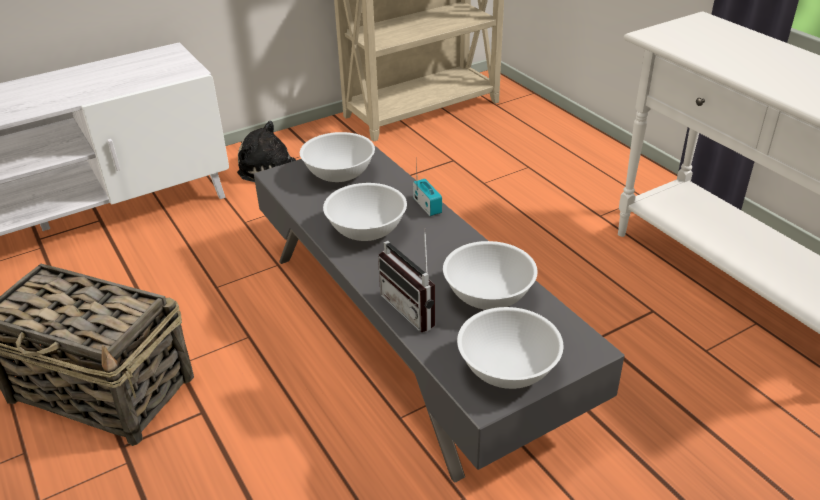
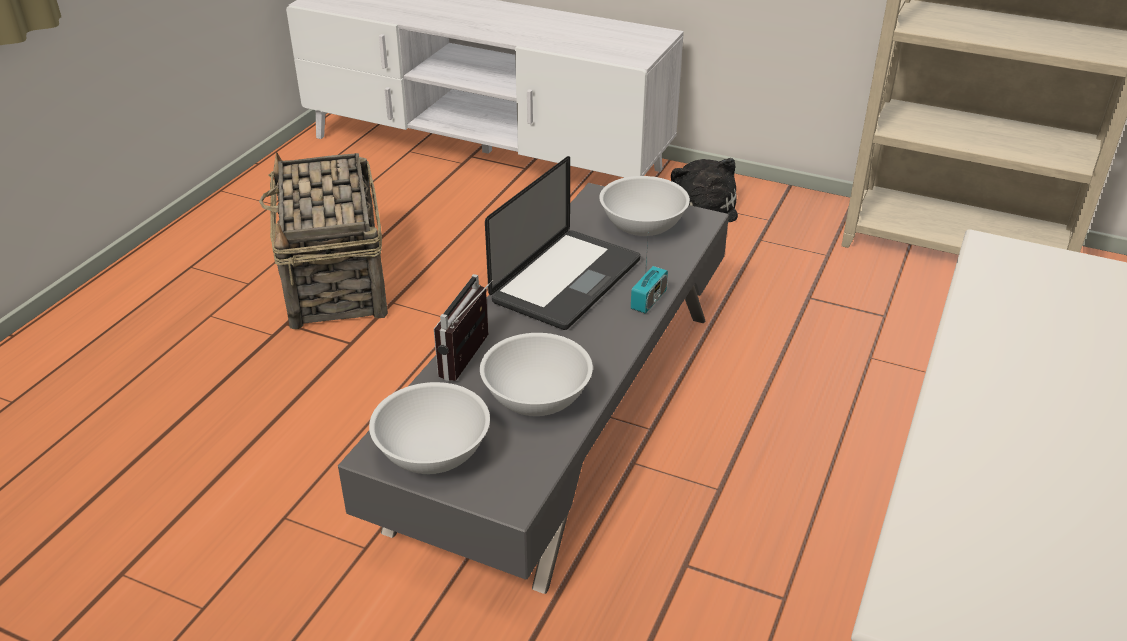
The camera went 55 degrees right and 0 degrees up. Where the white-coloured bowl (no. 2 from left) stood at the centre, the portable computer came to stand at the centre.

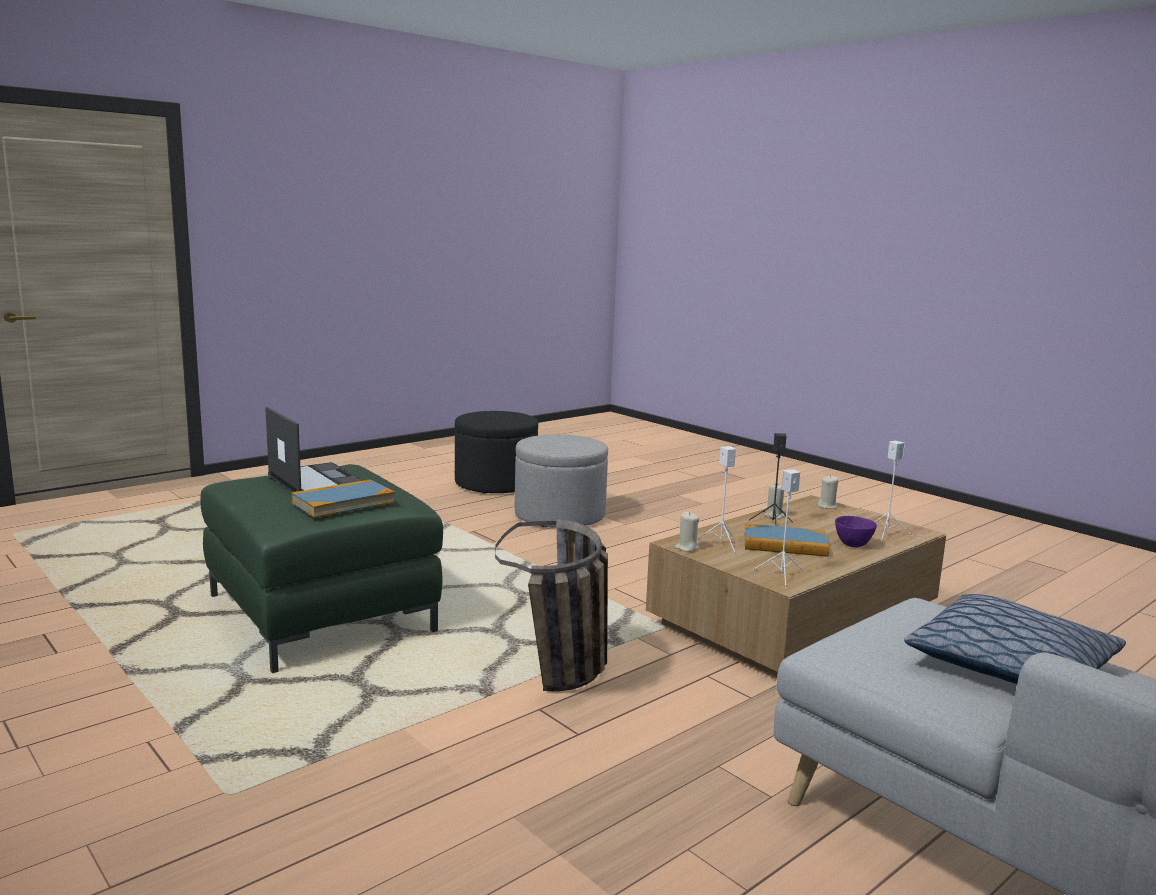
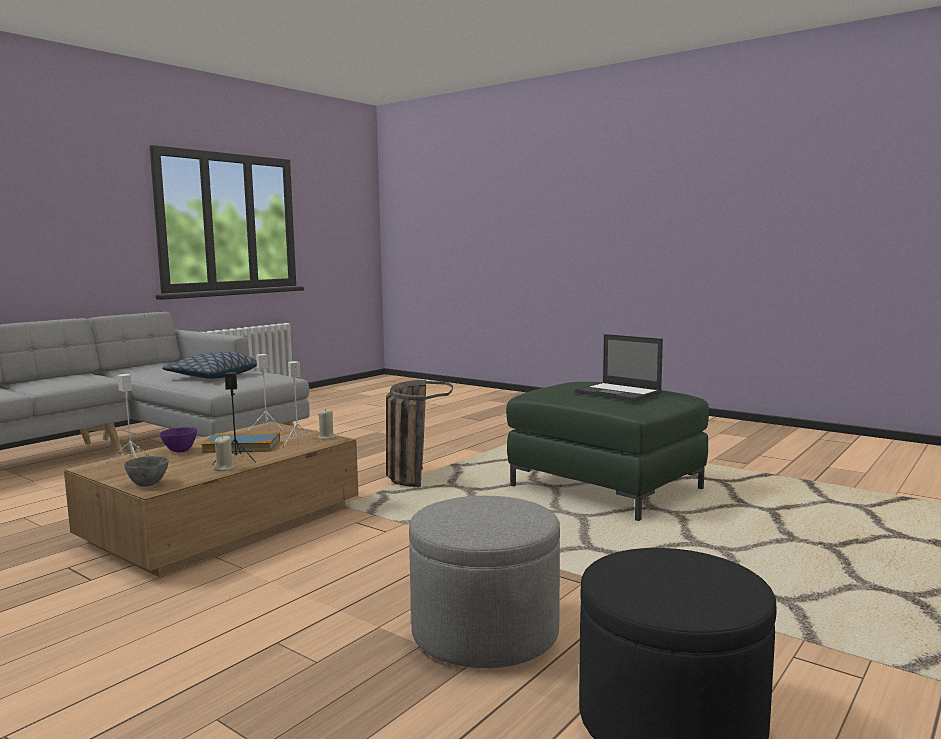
The camera went 170 degrees right and 5 degrees down. Where the sand-coloured wax candle (no. 3 from left) stood at the middle right, the greyish bowl came to stand at the middle left. The second view lost the bound book (no. 1 from left) at the middle left.

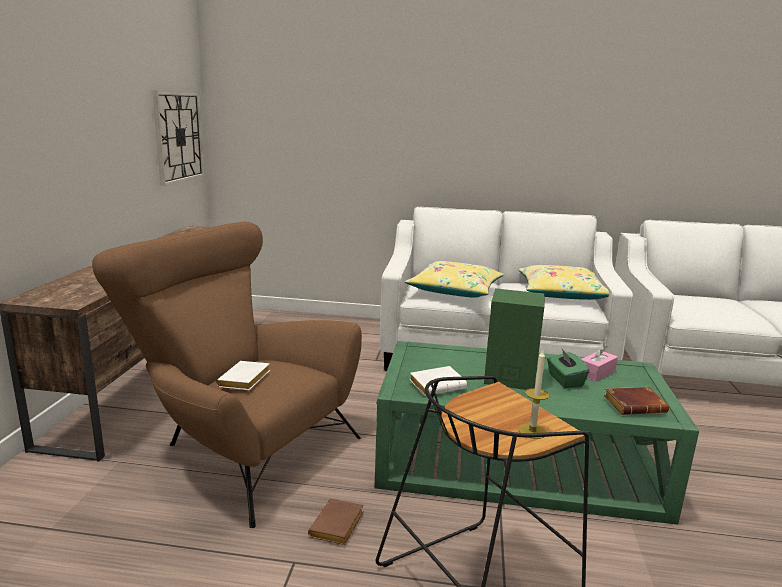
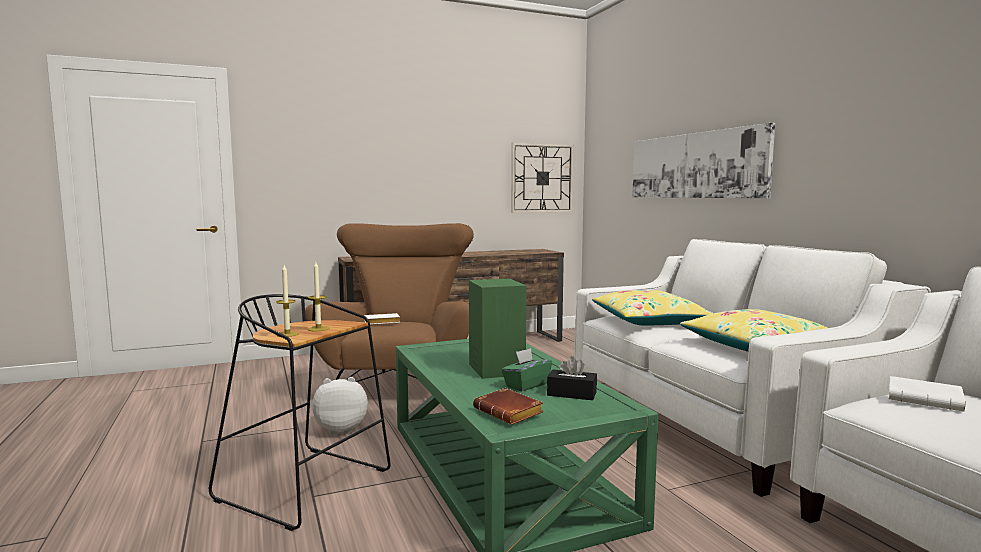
The camera went 60 degrees right and 10 degrees down. What was the pink tissue box at the middle right turned into the black-coloured tissue box at the bottom centre. The white-coloured bound book (no. 2 from left) ended up elsewhere, having gone from the centre to the bottom right. Where the brown bound book (no. 1 from left) stood at the bottom centre, the plush toy came to stand at the bottom centre. The second view gained the wall art at the top right. The second view gained the wax candle (no. 2 from left) at the middle left.

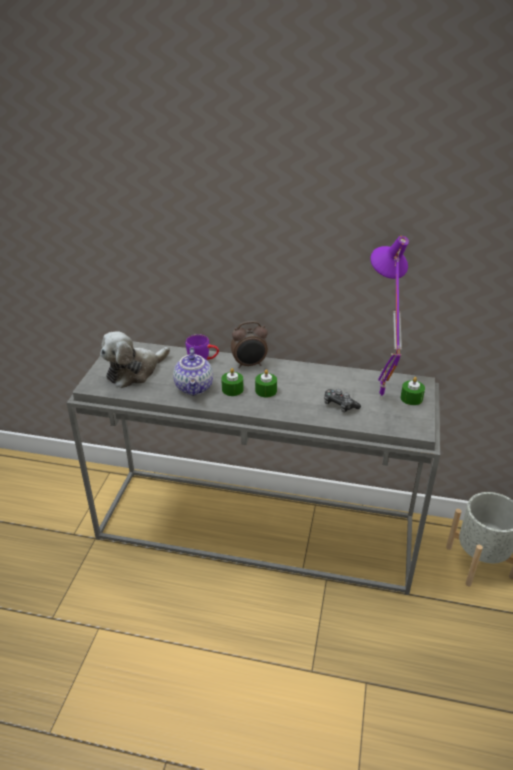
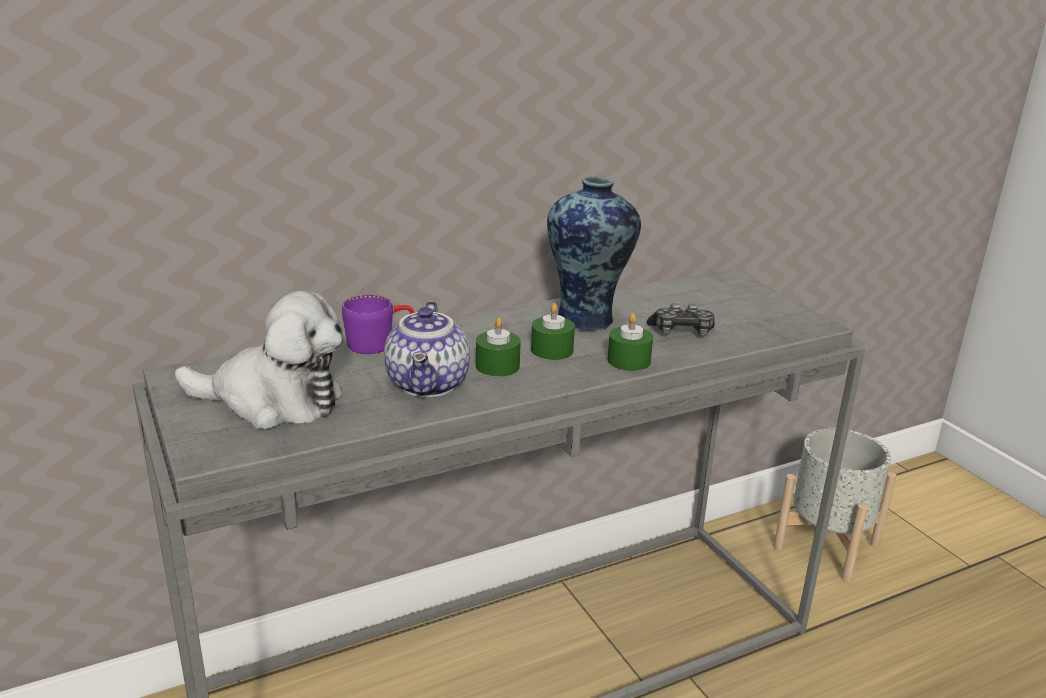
The camera went 40 degrees left and 10 degrees down. The second view lost the purplish lamp for a table at the middle right. The second view lost the bedside clock at the centre. The plush toy at the middle left ended up facing another way, 90 degrees counterclockwise from before. The tea pot at the centre ended up facing another way, 45 degrees clockwise from before. The green-coloured wax candle (no. 3 from left) ended up elsewhere, having gone from the middle right to the centre. The second view gained the vase at the centre.

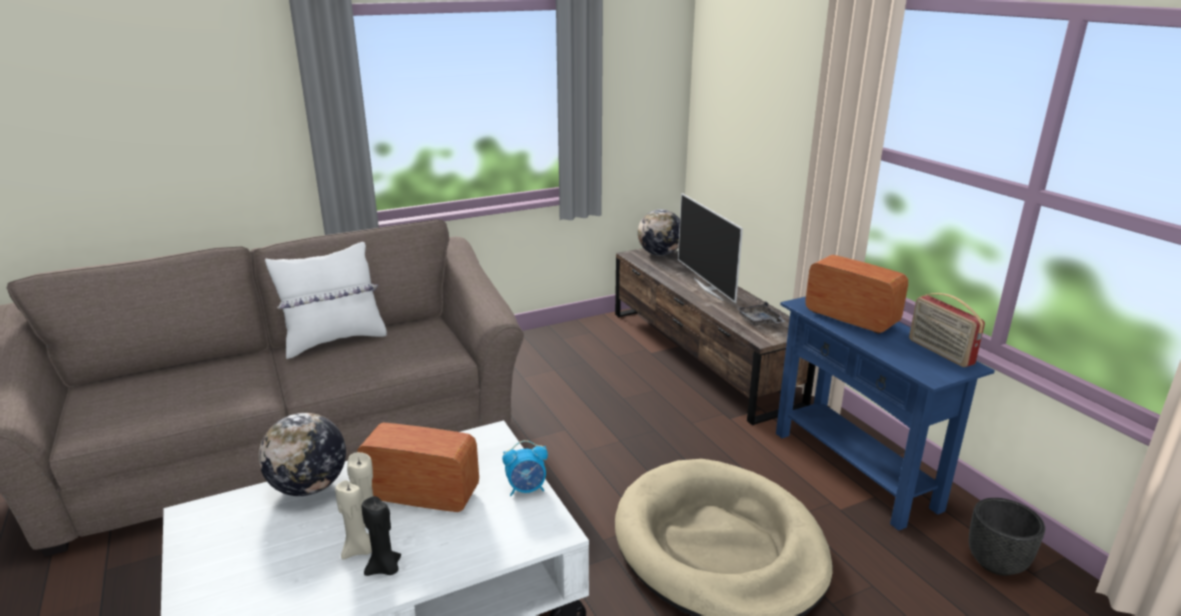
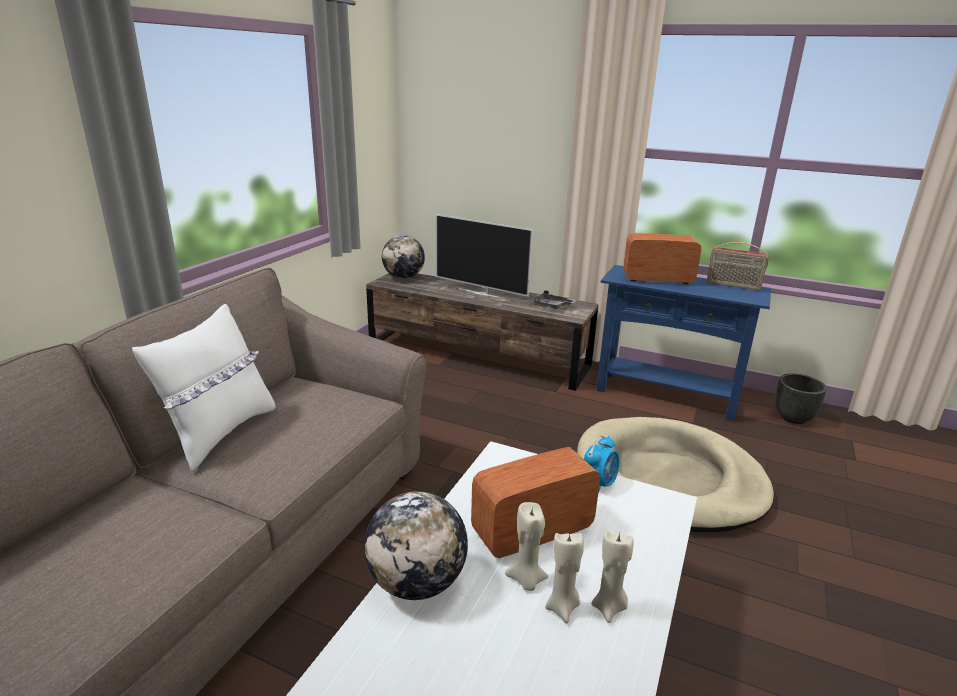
The camera went 40 degrees left and 0 degrees up. What was the black-coloured wax candle at the bottom left turned into the sand-coloured wax candle (no. 3 from left) at the bottom centre.

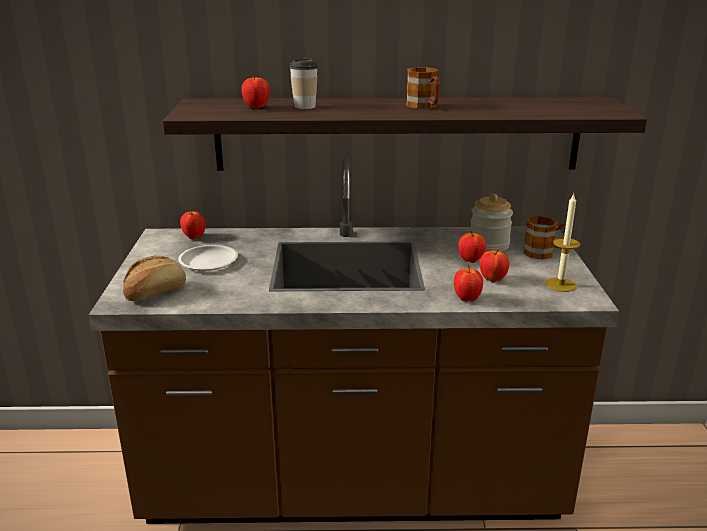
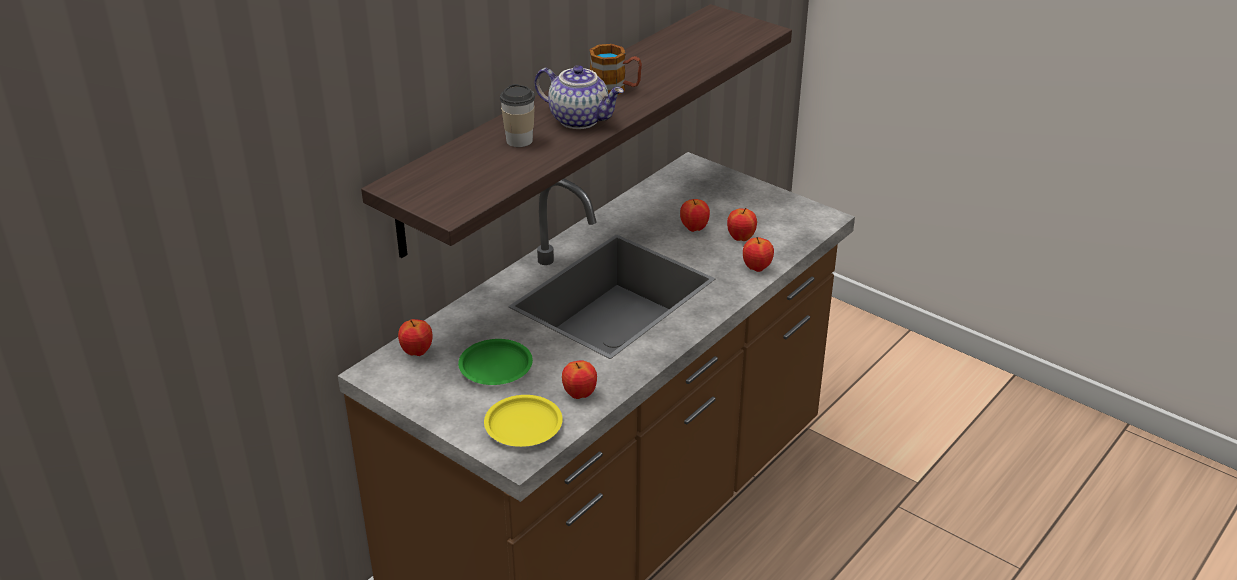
The camera went 50 degrees left and 10 degrees up. The apple fruit (no. 2 from left) ended up elsewhere, having gone from the top centre to the centre. The second view lost the preserve jar at the middle right. The second view lost the wax candle at the middle right. The second view lost the mug (no. 2 from left) at the middle right. What was the white-coloured dinner plate at the middle left turned into the green-coloured dinner plate at the centre. Where the bread stood at the middle left, the yellowish dinner plate came to stand at the bottom centre. The second view gained the tea pot at the top centre.

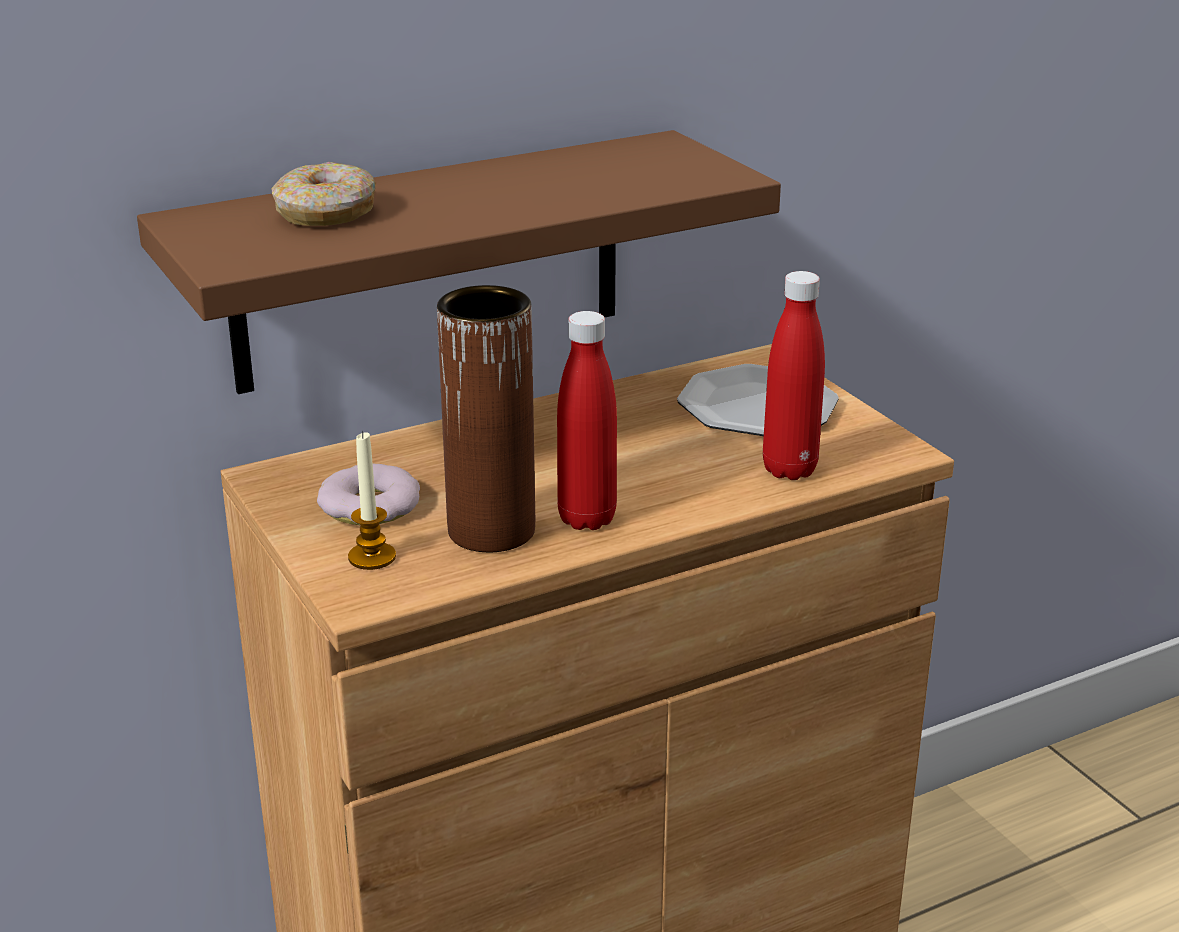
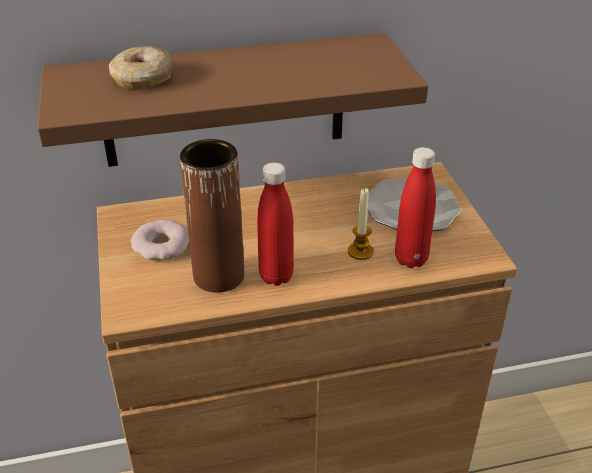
The camera went 15 degrees right and 10 degrees up. The wax candle ended up elsewhere, having gone from the middle left to the centre.

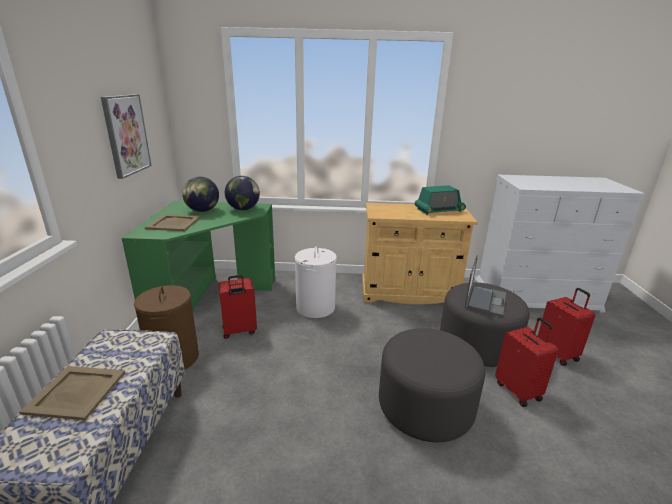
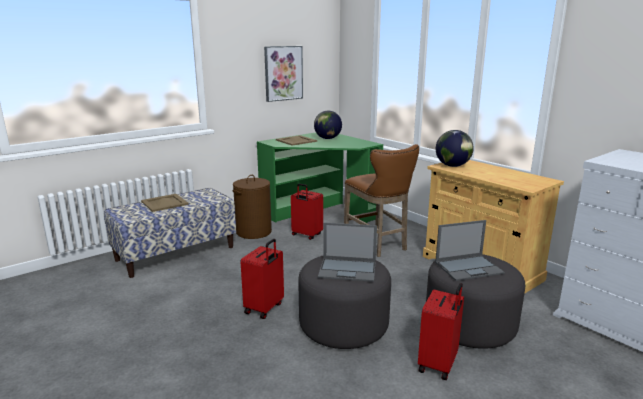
The camera went 50 degrees right and 5 degrees down. The desk globe (no. 2 from left) ended up elsewhere, having gone from the centre to the middle right. The second view lost the radio receiver at the centre. Where the white-coloured washing basket stood at the centre, the brown stool seat came to stand at the centre. The red-coloured suitcase (no. 3 from left in the first image) ended up elsewhere, having gone from the middle right to the bottom centre. The second view gained the portable computer (no. 1 from left) at the centre.

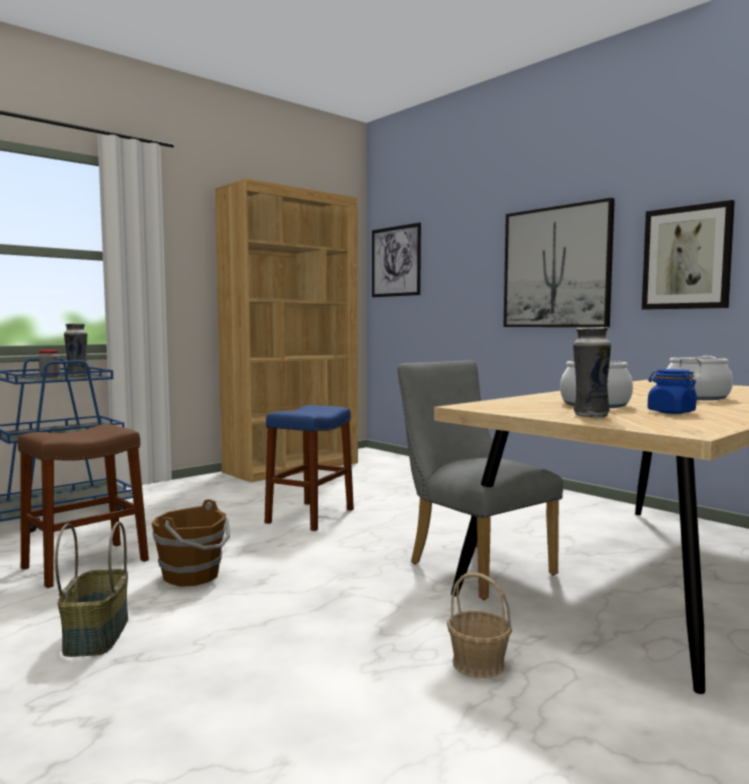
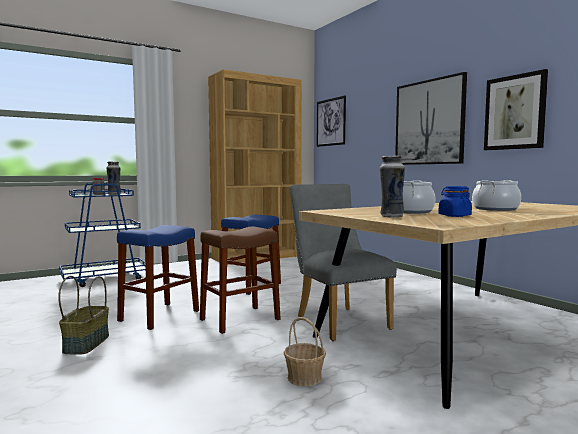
The camera went 10 degrees right and 0 degrees up. The brown stool seat ended up elsewhere, having gone from the middle left to the centre. Where the brown bucket stood at the bottom left, the blue-coloured stool seat (no. 1 from left) came to stand at the middle left.

